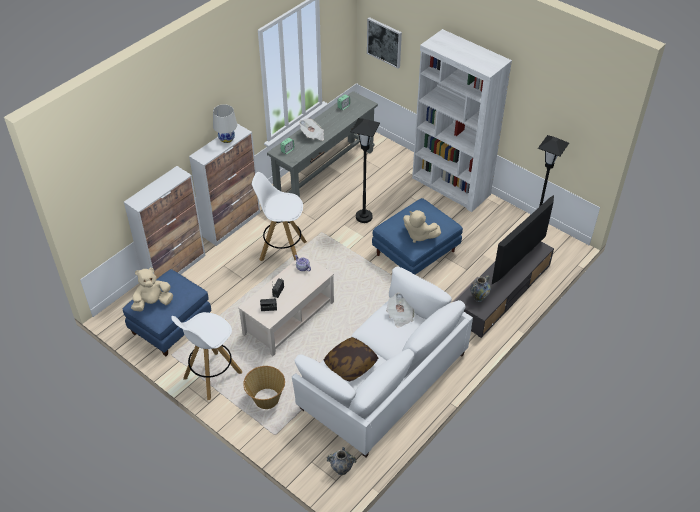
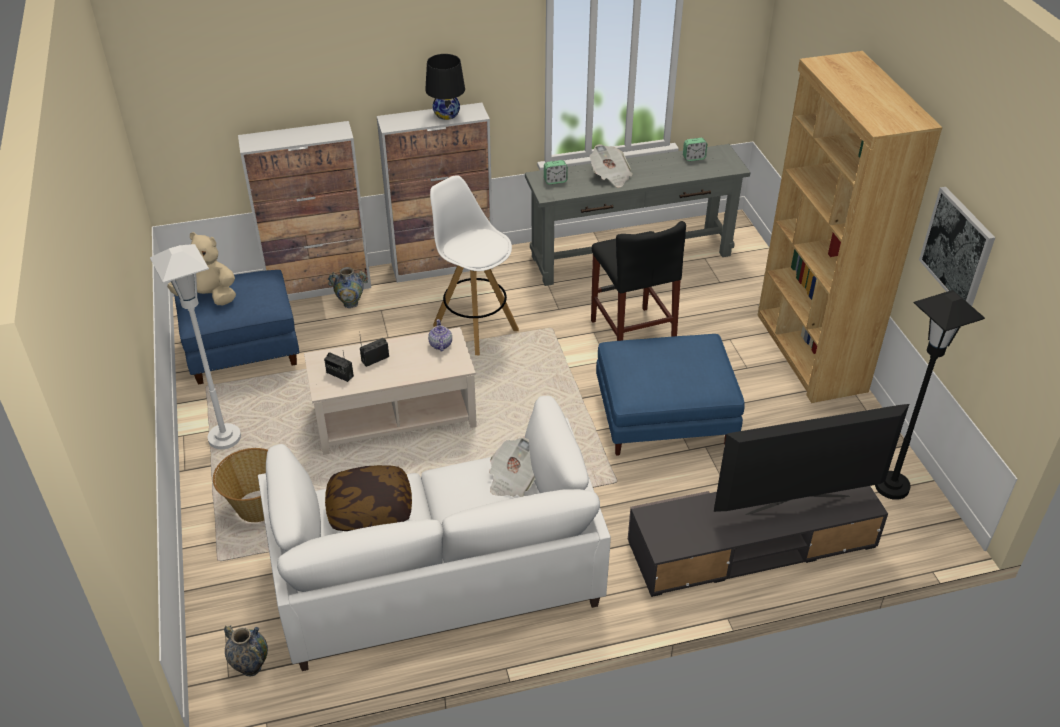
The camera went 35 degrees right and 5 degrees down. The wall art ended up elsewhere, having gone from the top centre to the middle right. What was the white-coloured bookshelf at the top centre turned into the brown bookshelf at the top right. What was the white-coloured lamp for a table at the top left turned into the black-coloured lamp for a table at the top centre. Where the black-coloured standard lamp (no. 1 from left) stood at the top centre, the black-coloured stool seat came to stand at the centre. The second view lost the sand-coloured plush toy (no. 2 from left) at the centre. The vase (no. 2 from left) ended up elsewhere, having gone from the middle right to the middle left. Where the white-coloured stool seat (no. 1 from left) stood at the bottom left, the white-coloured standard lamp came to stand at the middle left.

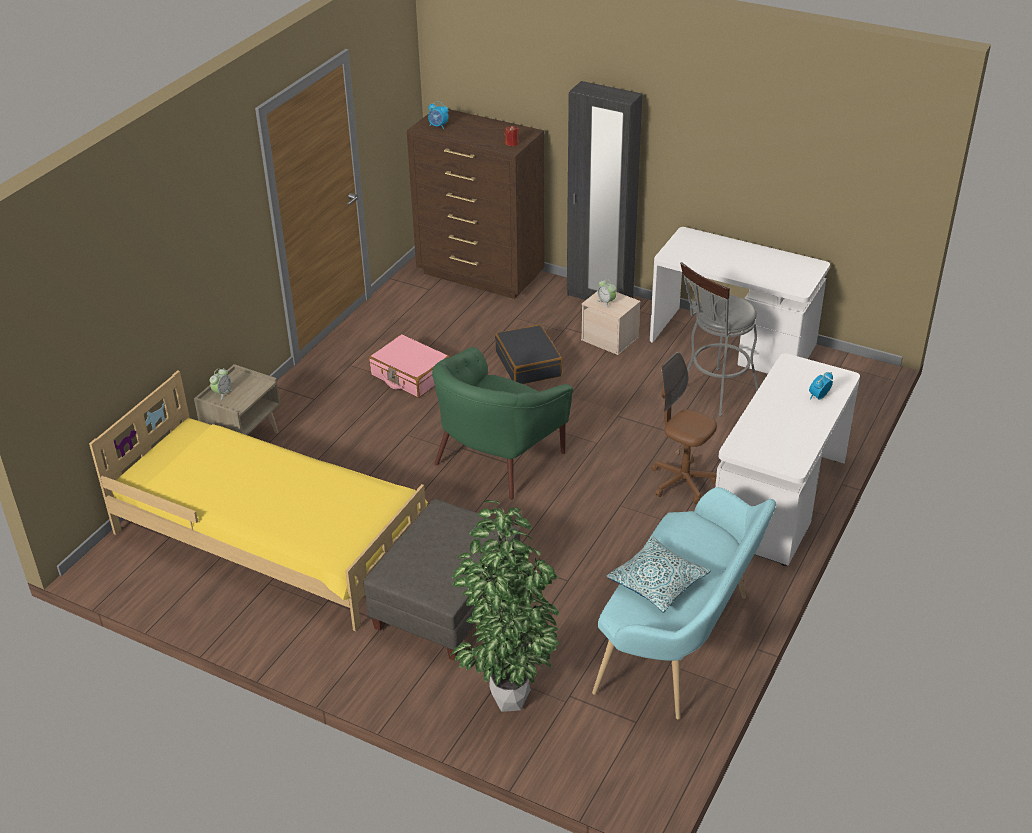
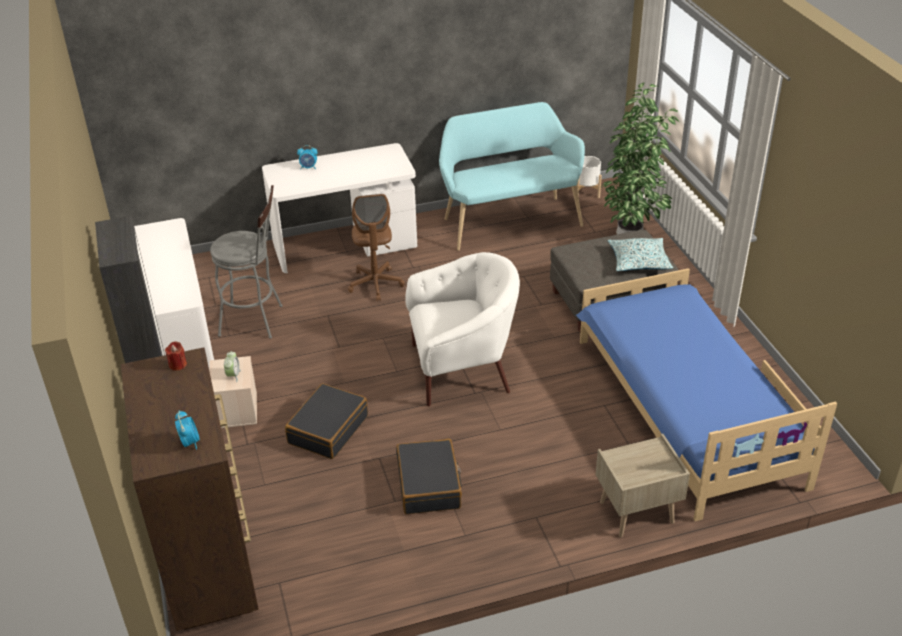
The camera went 135 degrees left and 0 degrees up. What was the pink suitcase at the centre turned into the black-coloured suitcase (no. 2 from left) at the bottom centre. What was the green-coloured lounge chair at the centre turned into the white-coloured lounge chair at the centre. The second view lost the bedside clock (no. 1 from left) at the middle left. What was the yellowish bedroom bed at the middle left turned into the blue-coloured bedroom bed at the middle right. The pillow ended up elsewhere, having gone from the bottom centre to the middle right. The second view gained the white-coloured planter at the top centre.

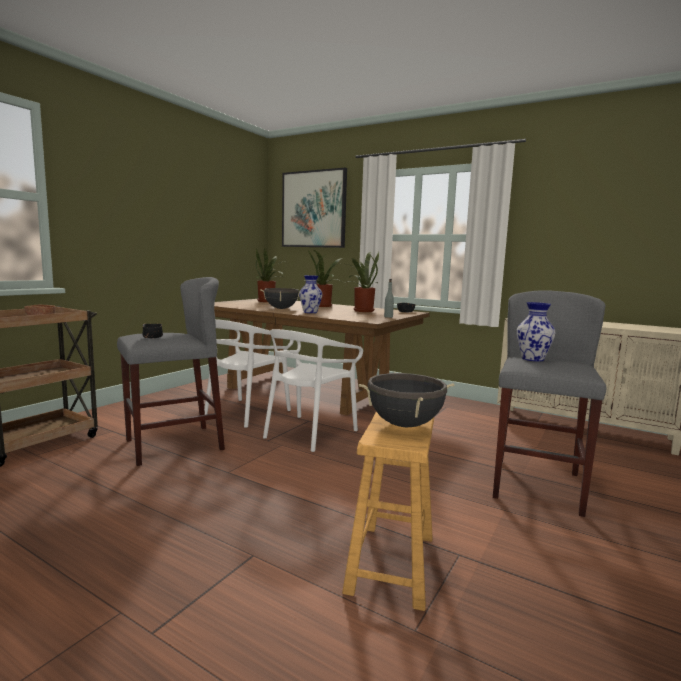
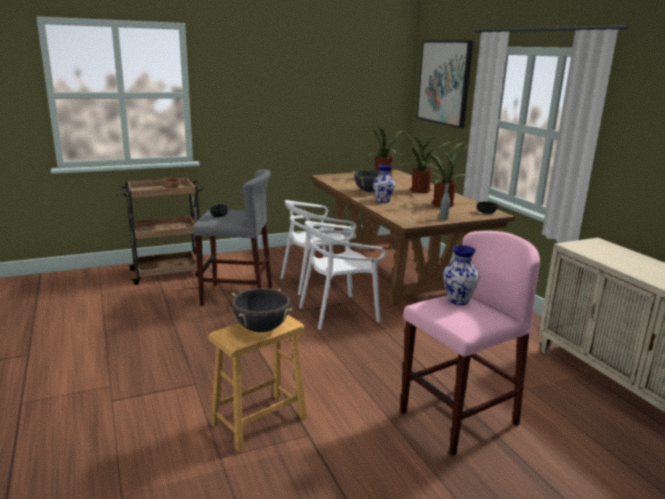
The camera went 35 degrees right and 10 degrees up. What was the greyish stool seat (no. 2 from left) at the middle right turned into the pink stool seat at the bottom right.

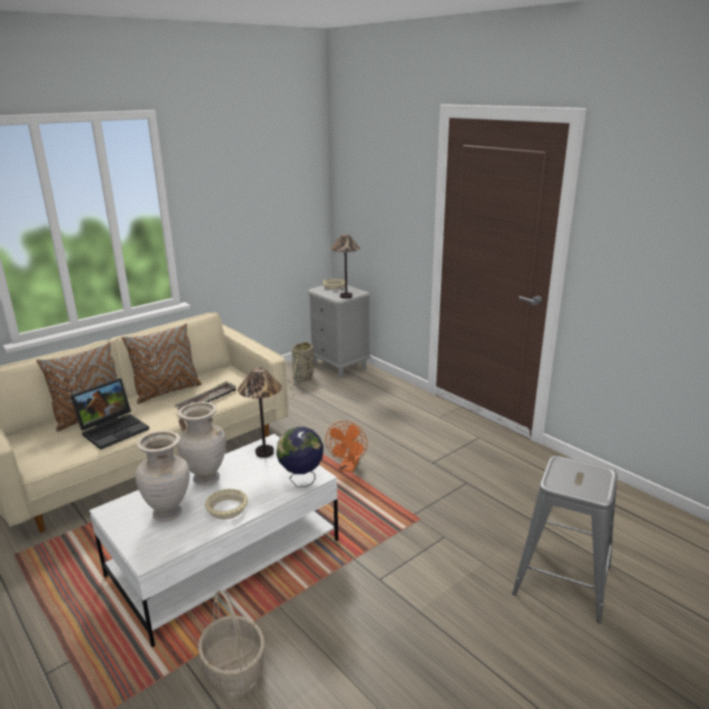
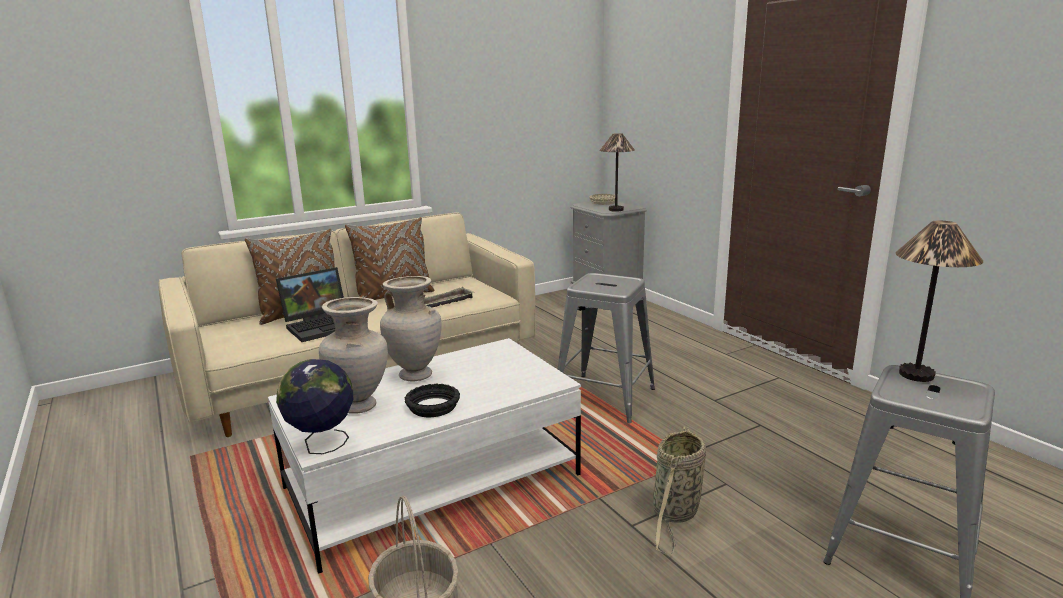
The camera went 10 degrees right and 5 degrees down. The household basket (no. 2 from left) ended up elsewhere, having gone from the centre to the bottom centre. The lamp for a table (no. 1 from left in the first image) ended up elsewhere, having gone from the centre to the middle right. Where the orange electric fan stood at the centre, the greyish stool seat (no. 1 from left) came to stand at the centre. The desk globe ended up elsewhere, having gone from the centre to the bottom left. What was the sand-coloured bowl (no. 1 from left) at the bottom left turned into the black-coloured bowl at the bottom centre.

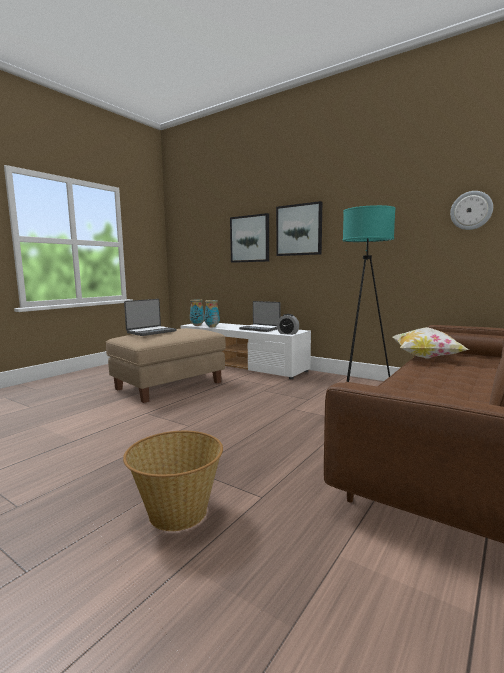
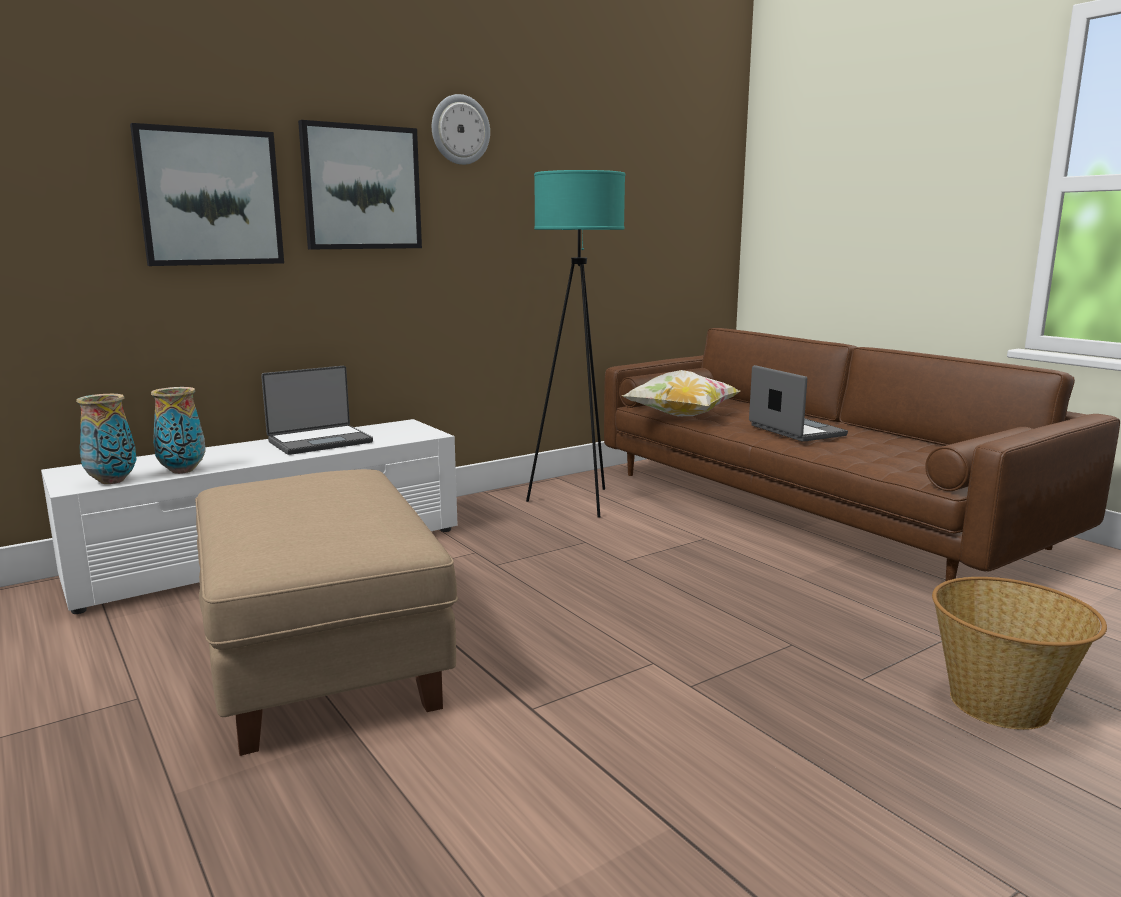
The camera went 70 degrees left and 5 degrees up. The hanging clock ended up elsewhere, having gone from the top right to the top centre. The portable computer (no. 1 from left in the first image) ended up elsewhere, having gone from the middle left to the middle right. The second view lost the bedside clock at the centre.

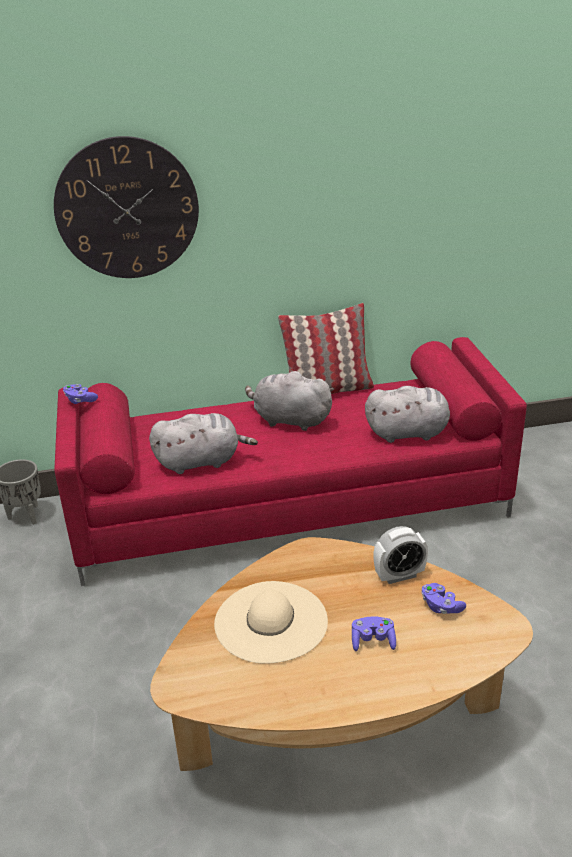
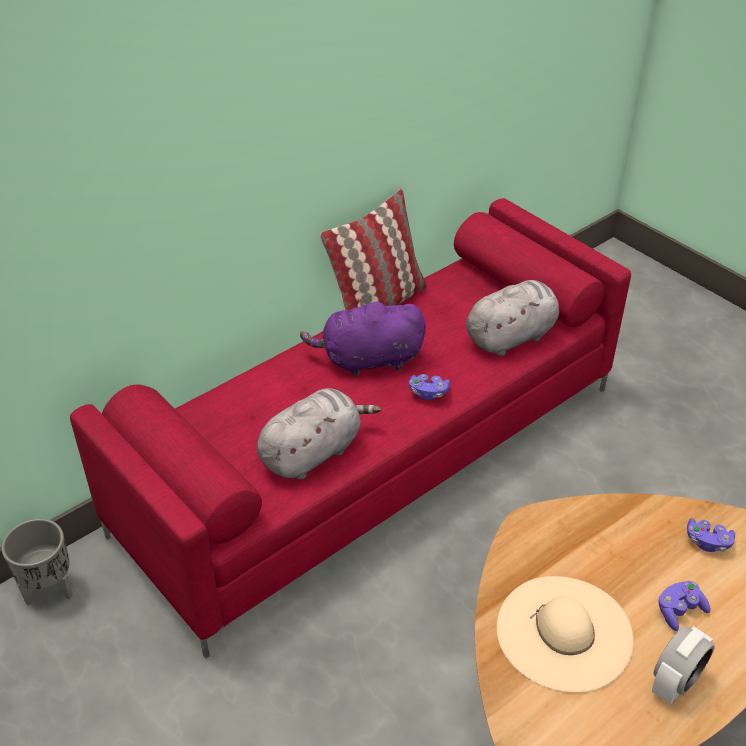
The camera went 30 degrees left and 10 degrees up. The second view lost the hanging clock at the top left. What was the greyish plush toy (no. 2 from left) at the centre turned into the purplish plush toy at the centre. The purplish joypad (no. 1 from left) ended up elsewhere, having gone from the middle left to the centre. The bedside clock ended up elsewhere, having gone from the middle right to the bottom right.

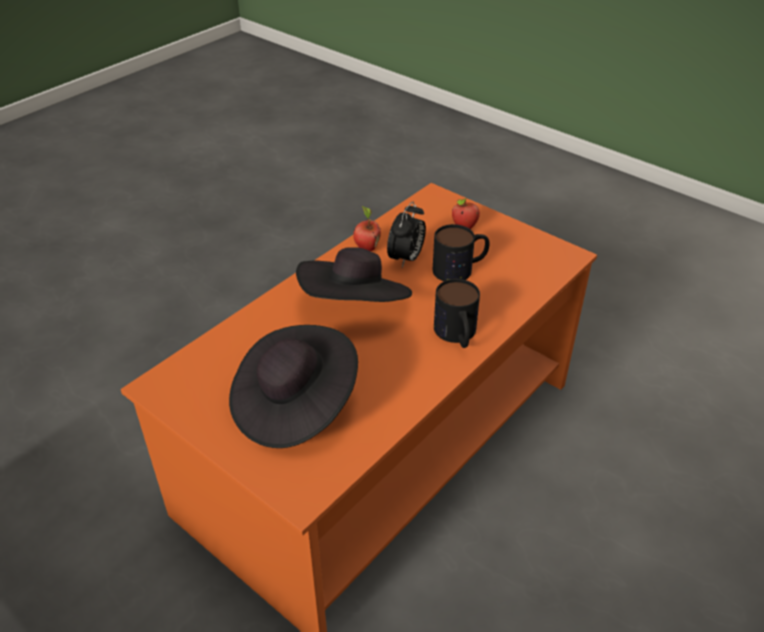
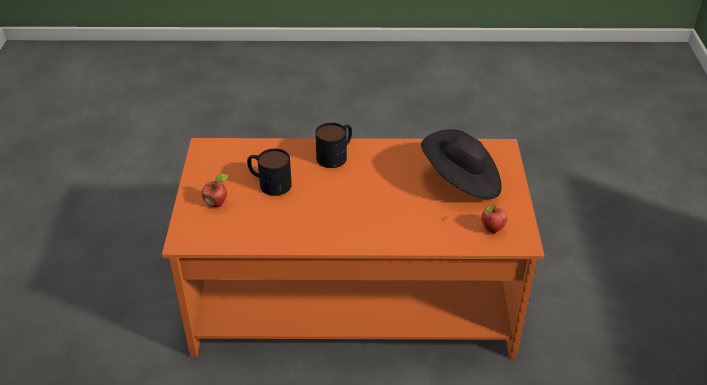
The camera went 130 degrees left and 0 degrees up. The second view lost the bedside clock at the centre. The apple fruit (no. 1 from left in the first image) ended up elsewhere, having gone from the centre to the middle right. The second view lost the black-coloured wearable hat (no. 2 from left) at the centre.

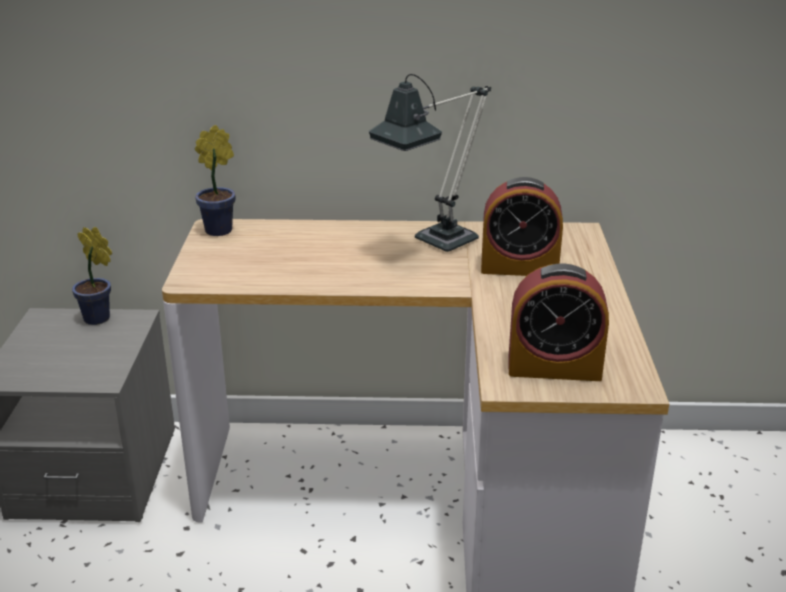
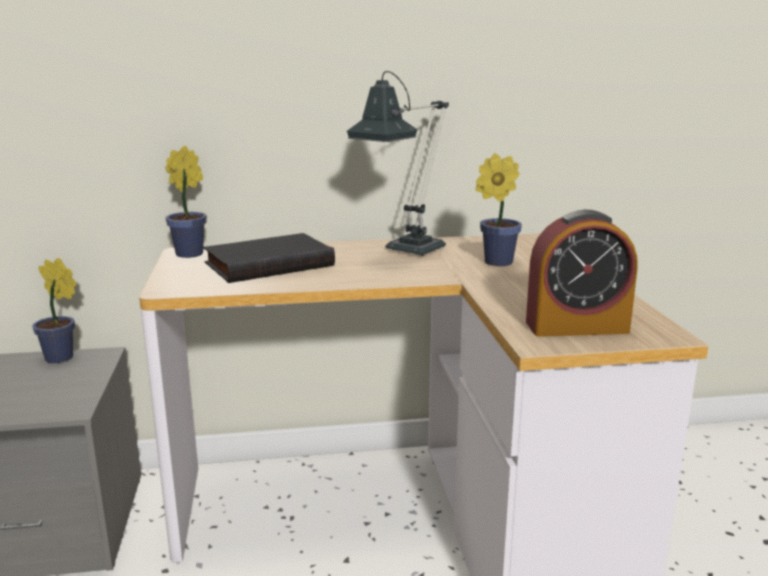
The camera went 10 degrees left and 10 degrees down. Where the bedside clock (no. 1 from left) stood at the centre, the houseplant (no. 3 from left) came to stand at the centre. The second view gained the black-coloured bound book at the centre.

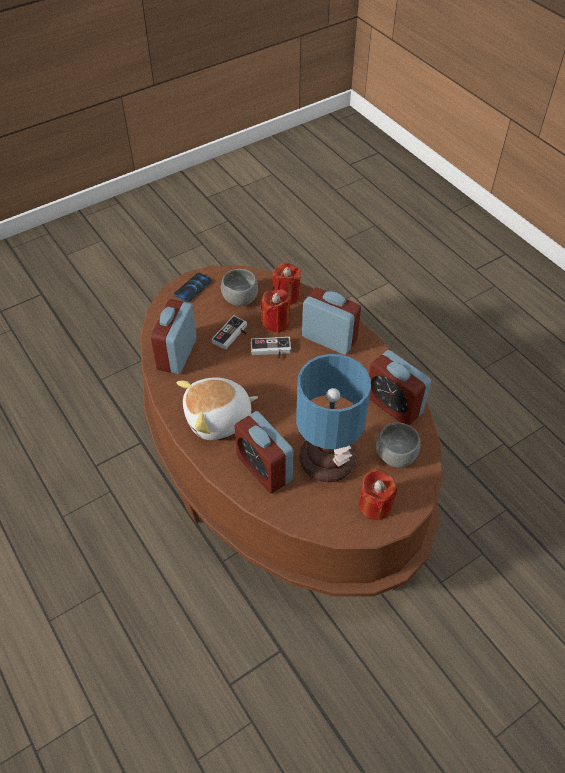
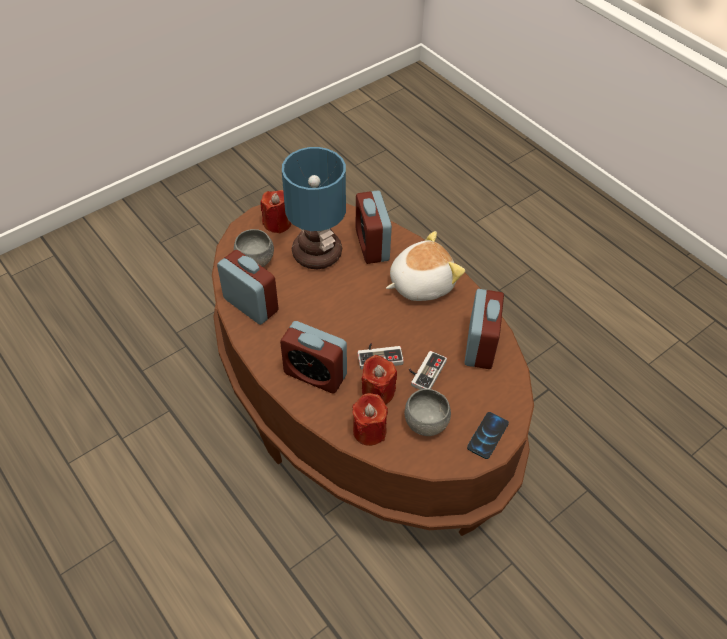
The camera went 175 degrees right and 0 degrees up. The bedside clock (no. 2 from left in the first image) at the centre ended up facing another way, 150 degrees counterclockwise from before.

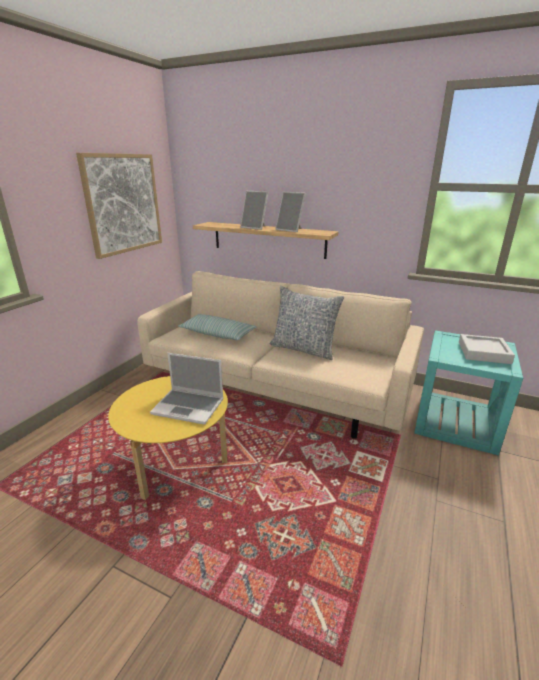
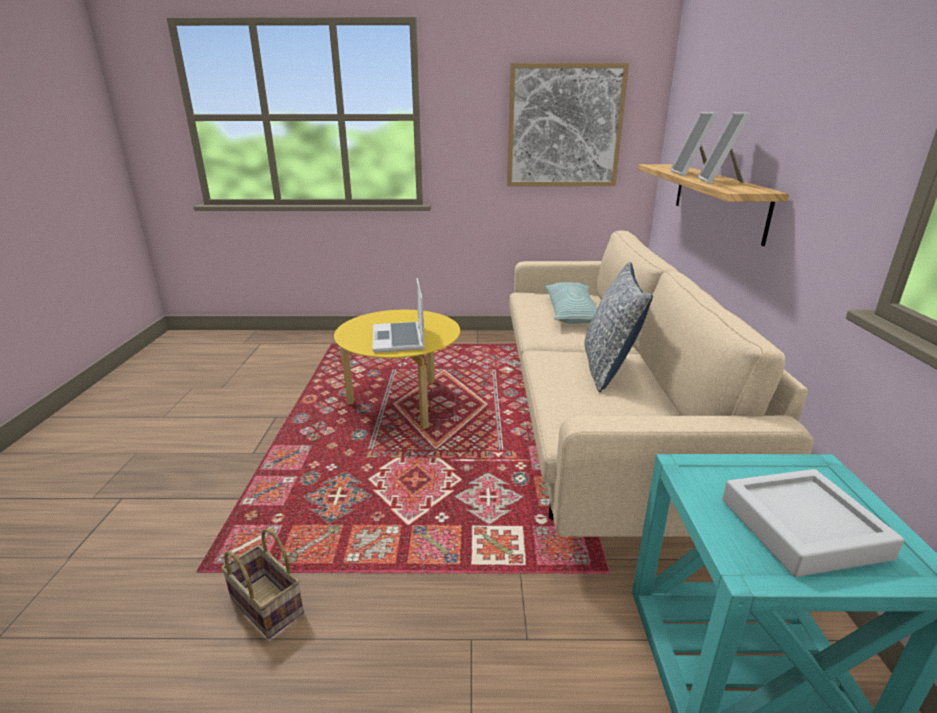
The camera went 65 degrees right and 0 degrees up. The second view gained the household basket at the bottom left.

